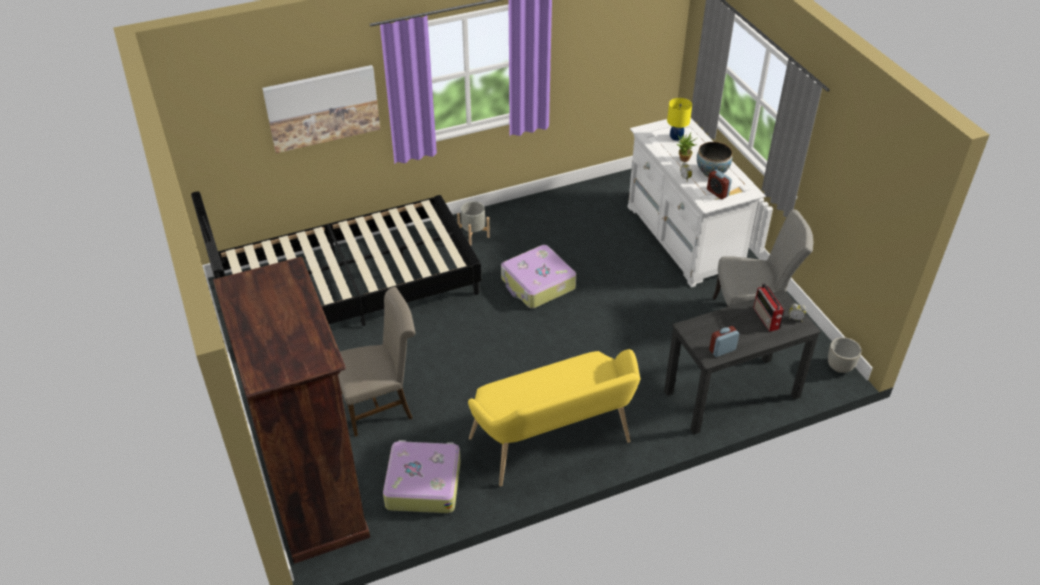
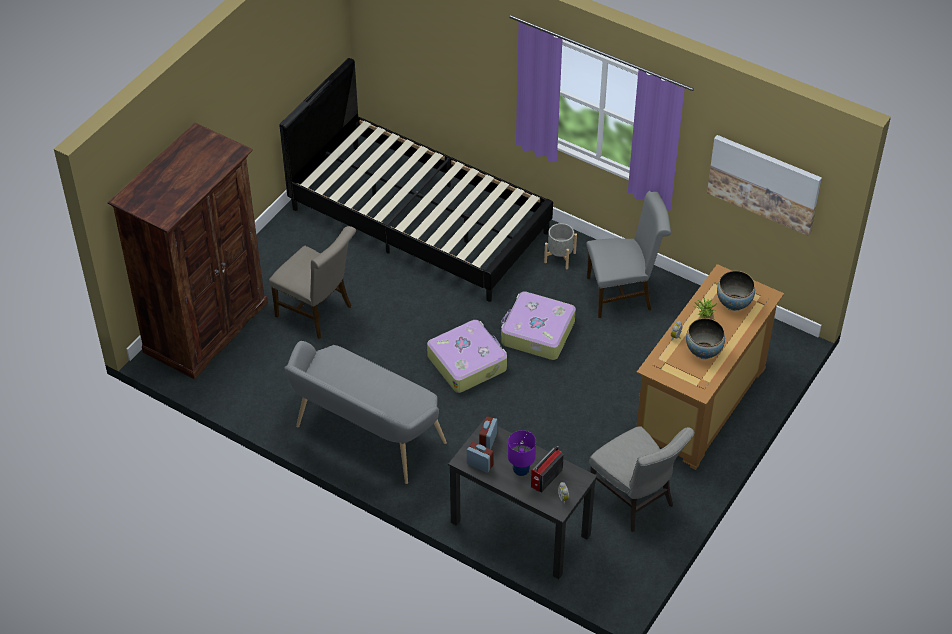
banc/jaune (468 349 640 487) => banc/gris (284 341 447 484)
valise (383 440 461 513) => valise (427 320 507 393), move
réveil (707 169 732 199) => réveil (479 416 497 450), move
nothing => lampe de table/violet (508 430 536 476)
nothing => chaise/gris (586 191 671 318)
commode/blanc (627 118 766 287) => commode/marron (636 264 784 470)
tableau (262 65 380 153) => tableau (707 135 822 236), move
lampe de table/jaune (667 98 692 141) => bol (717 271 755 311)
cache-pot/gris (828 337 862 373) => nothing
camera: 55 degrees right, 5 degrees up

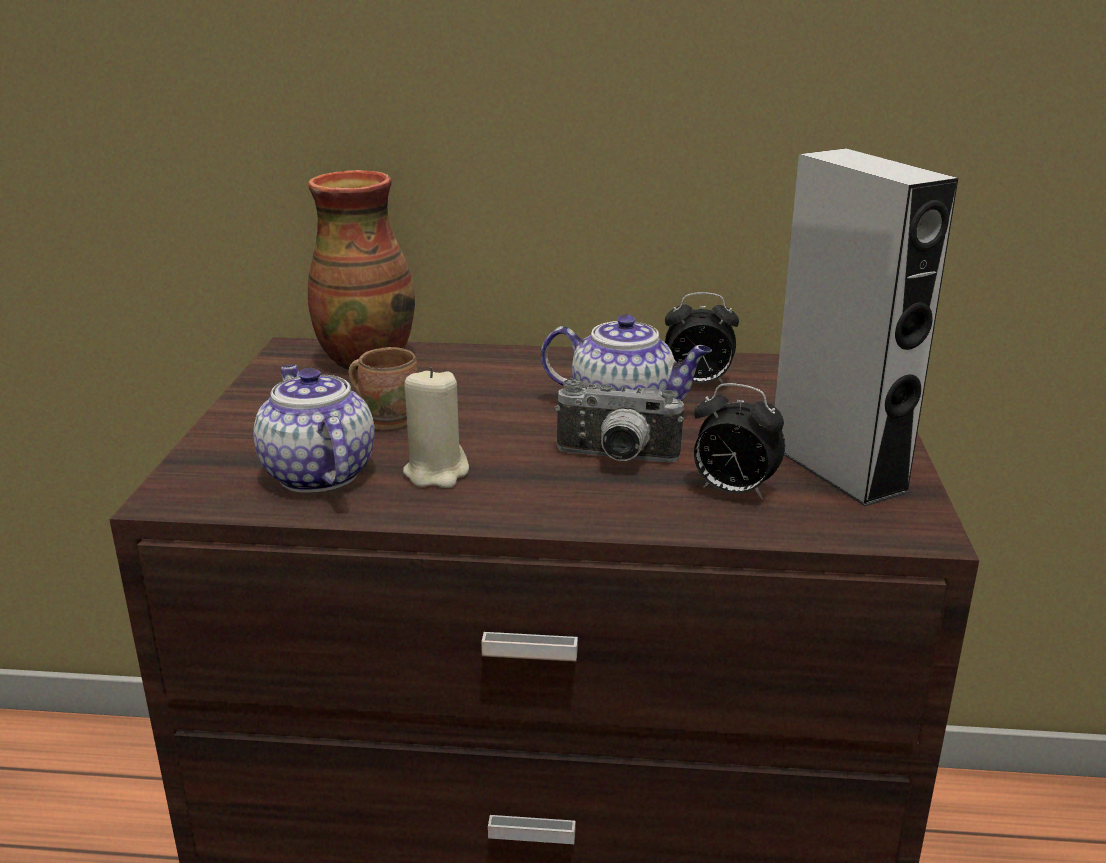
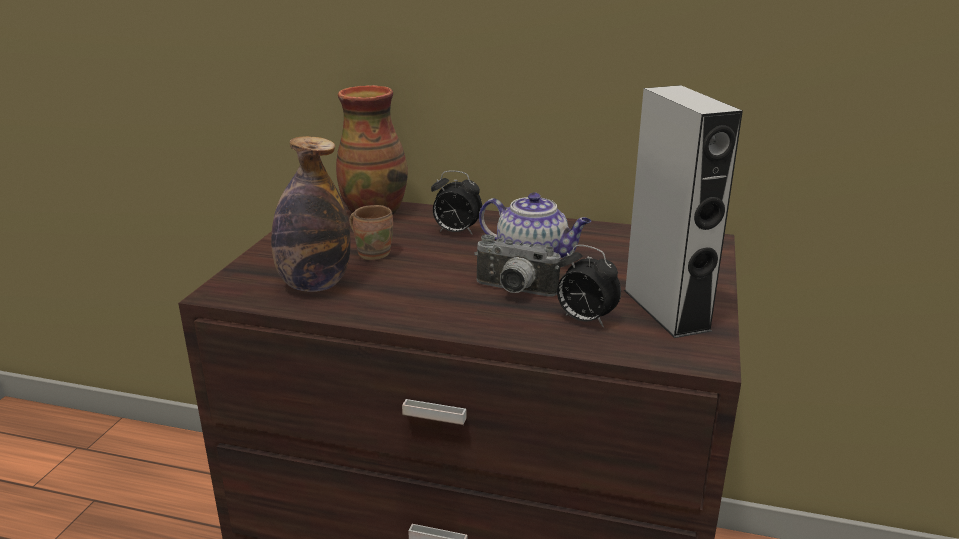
théière (253 365 375 493) => bouteille (271 136 350 292)
réveil (665 292 739 384) => réveil (431 170 482 235), move
bougie/beige (403 367 469 488) => nothing
camera: 10 degrees right, 0 degrees up

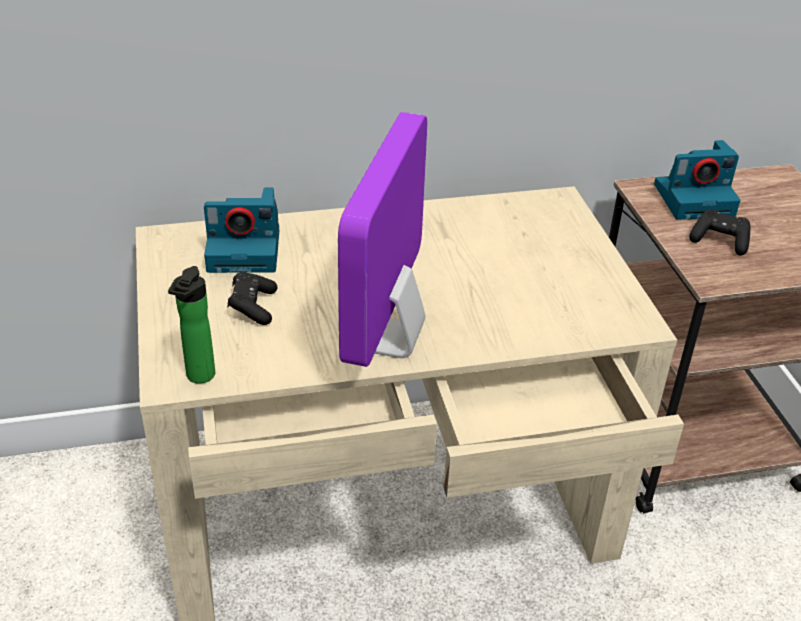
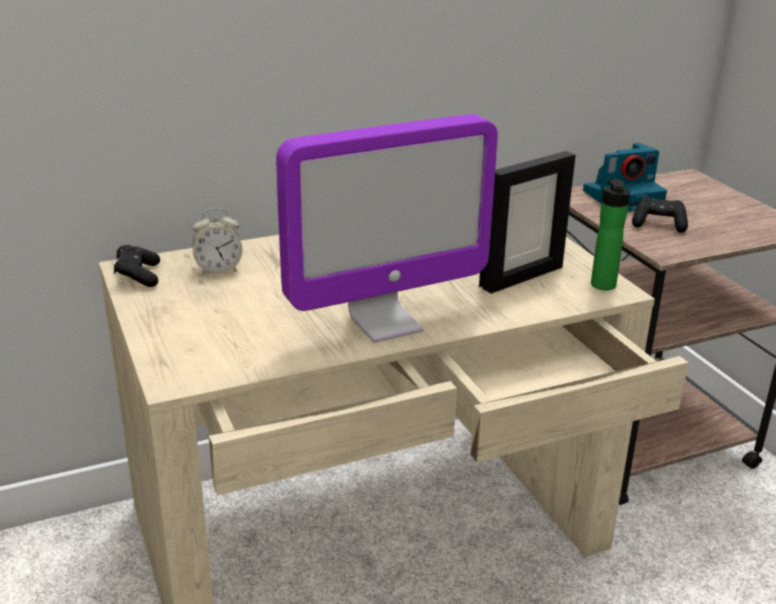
manette/noir (227 272 277 325) => manette/noir (114 245 160 287), move
appareil photo (204 188 279 273) => réveil (193 208 242 275)
écran d'ordinateur (338 112 427 367) => écran d'ordinateur (276 114 498 343), 120 degrees counterclockwise
nothing => cadre photo (479 151 576 294)
bouteille (168 266 215 384) => bouteille (591 179 630 290), move
camera: 10 degrees left, 10 degrees down

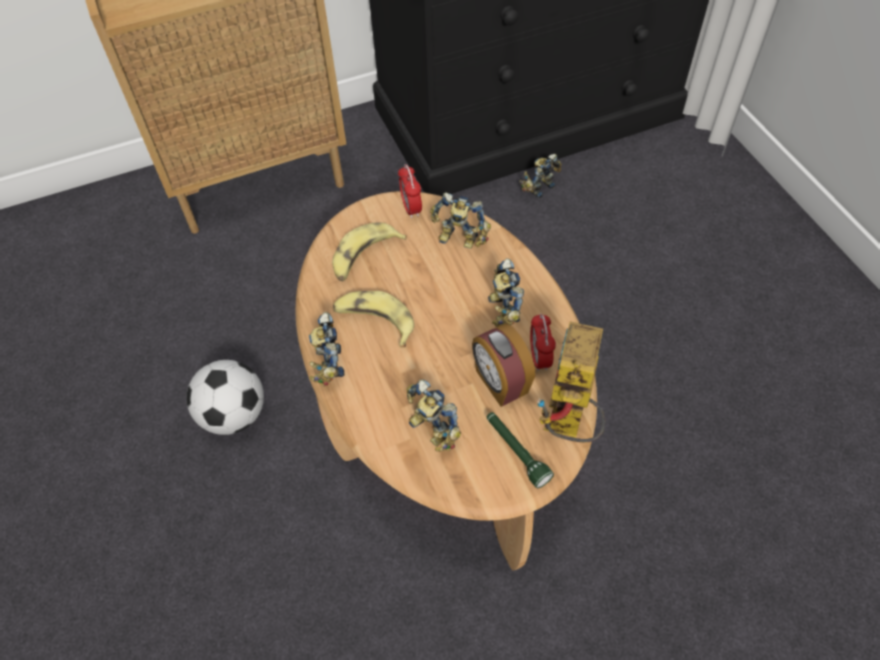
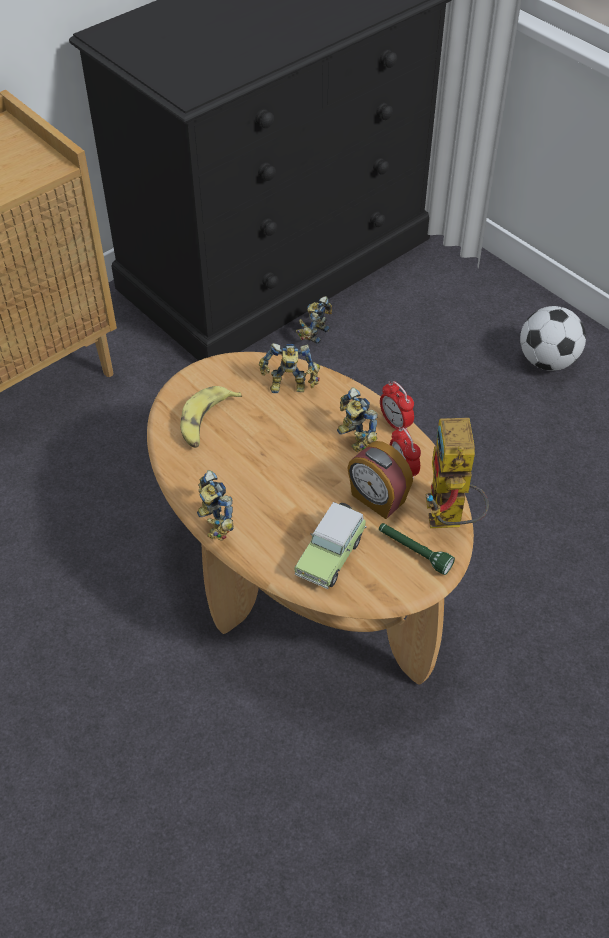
robot jouet (406 379 461 452) => petite voiture (294 502 367 589)
réveil (398 164 422 218) => réveil (380 381 414 430), move
ballon de foot (186 360 264 435) => ballon de foot (520 306 586 371), move
banane (333 291 414 348) => nothing
camera: 20 degrees left, 5 degrees down

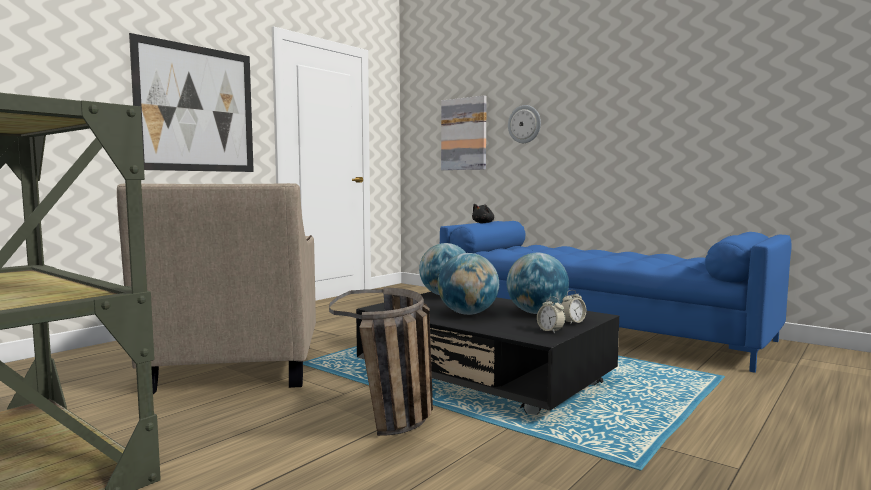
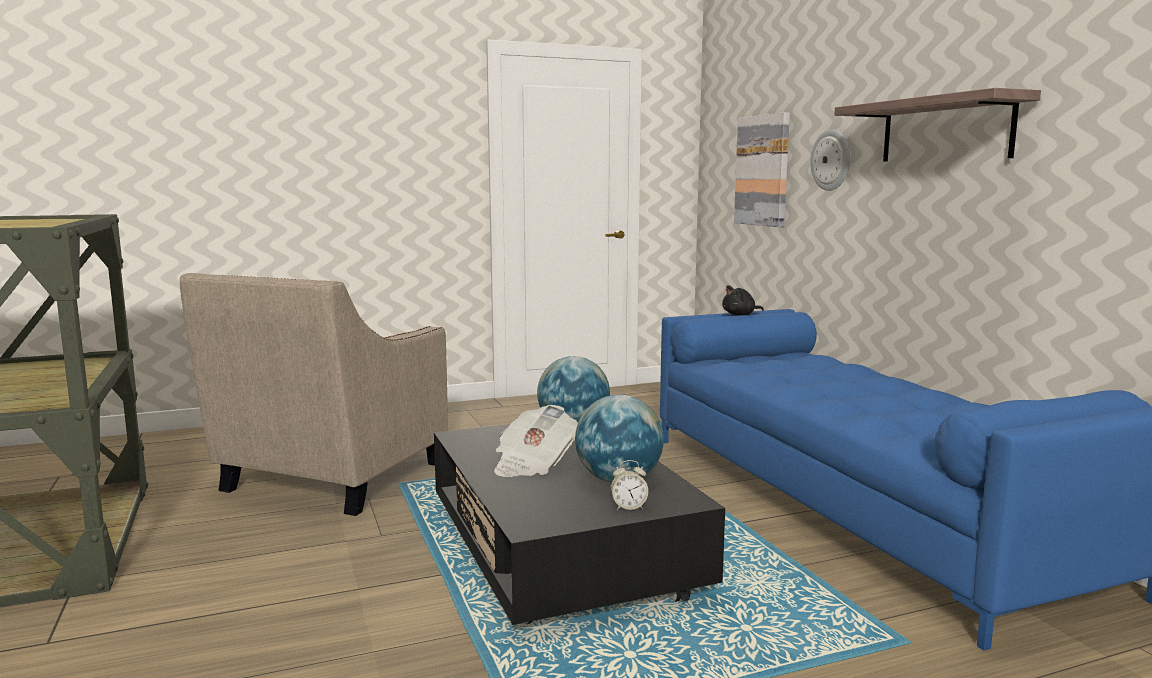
globe (438 253 499 315) => journal (494 405 578 477)
nothing => étagère (834 88 1041 162)
tableau (129 33 254 172) => nothing
panier (329 287 433 436) => nothing
réveil (537 297 565 334) => nothing
camera: 30 degrees right, 5 degrees up

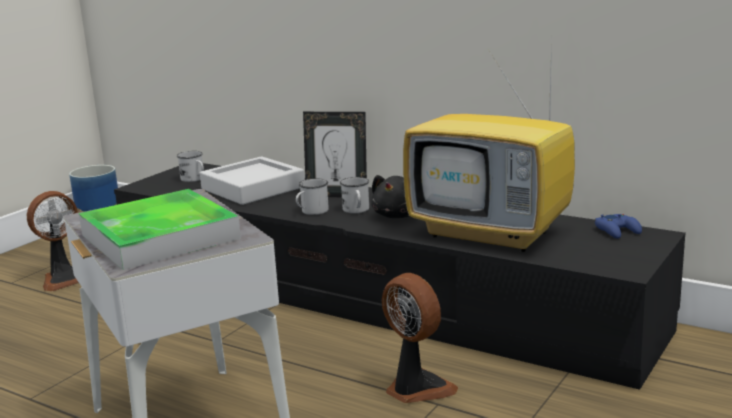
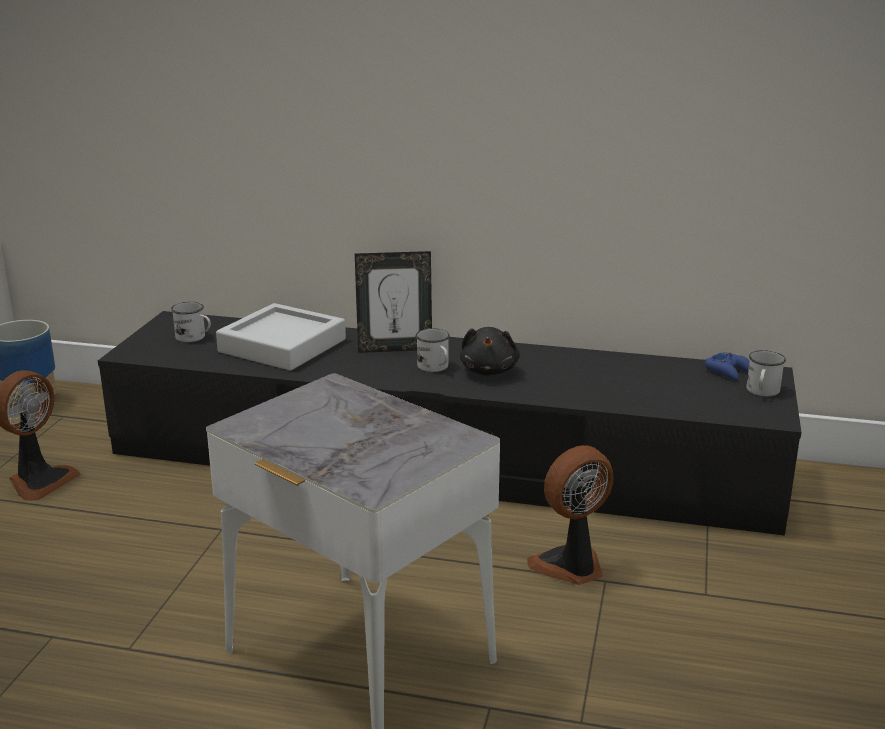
ventilateur (382 273 458 403) => ventilateur (527 445 613 585), 60 degrees counterclockwise
mug/blanc (296 179 329 215) => mug/blanc (746 350 786 396), move
plateau (79 189 241 270) => nothing
téléviseur (403 39 575 252) => nothing
camera: 20 degrees left, 5 degrees up

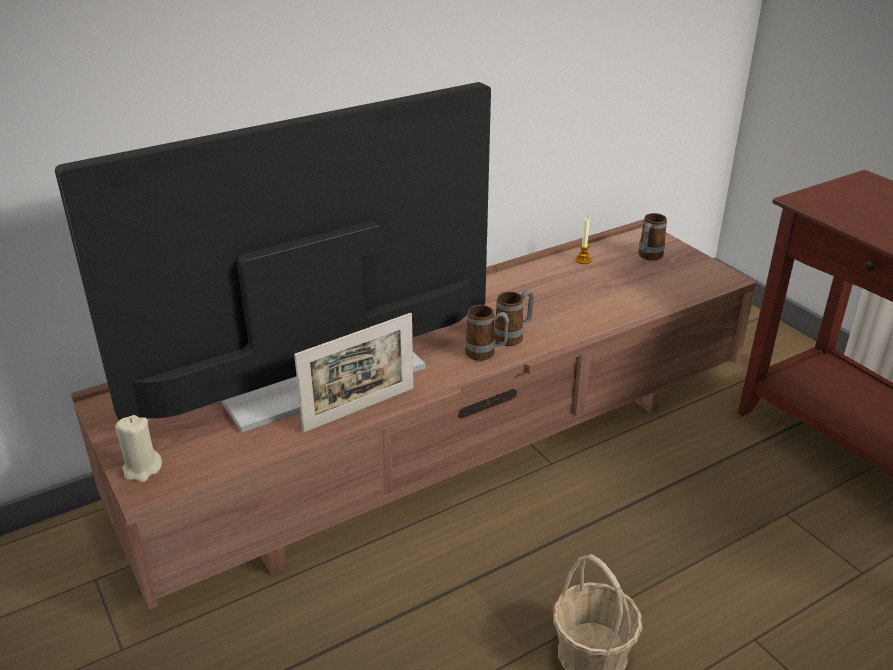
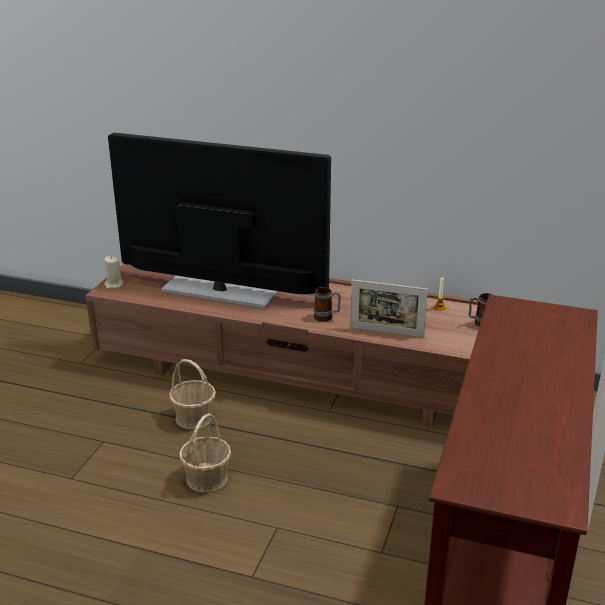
nothing => panier (169 359 216 429)
cadre photo (294 313 414 432) => cadre photo (350 280 428 337), move
mug (465 305 509 361) => nothing
camera: 50 degrees right, 5 degrees down

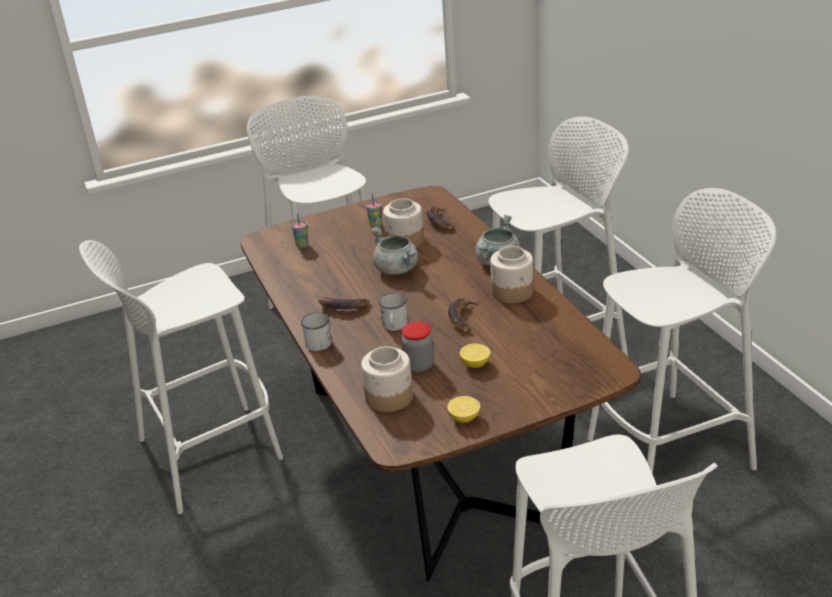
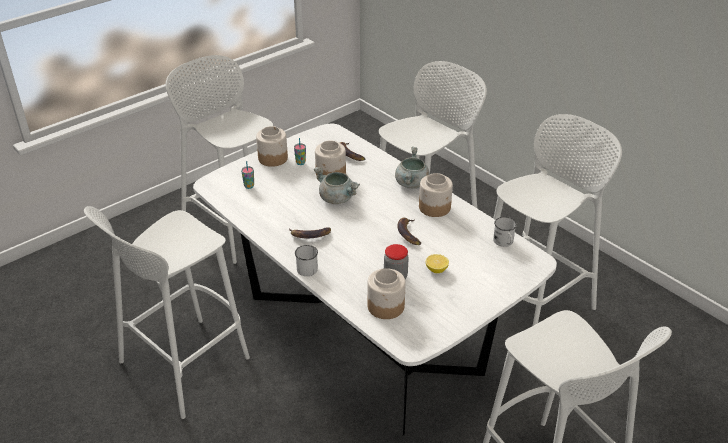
table à manger/marron (240 186 641 582) => table à manger/blanc (193 124 557 435)
nothing => bocal (256 126 288 167)
mug/blanc (379 293 408 331) => mug/blanc (493 217 517 247), move
citron (447 396 480 422) => nothing
camera: 20 degrees left, 5 degrees up

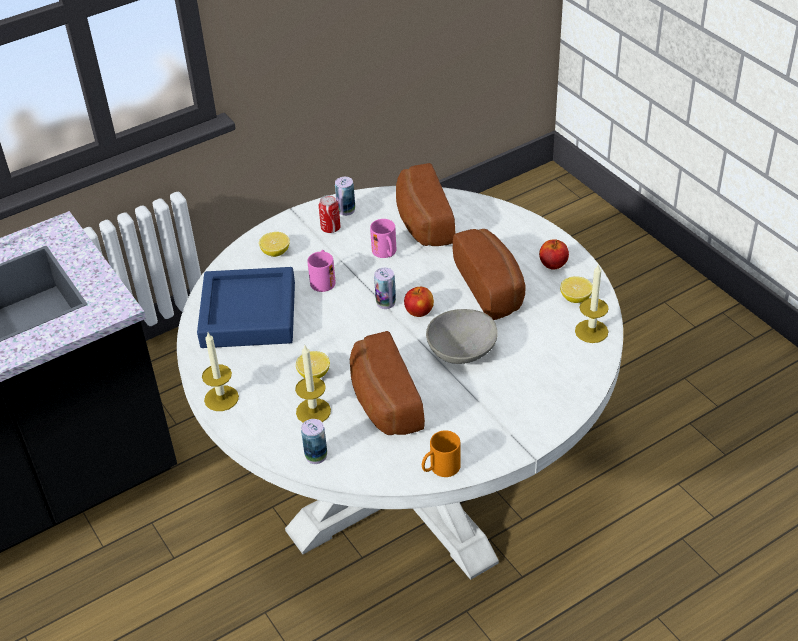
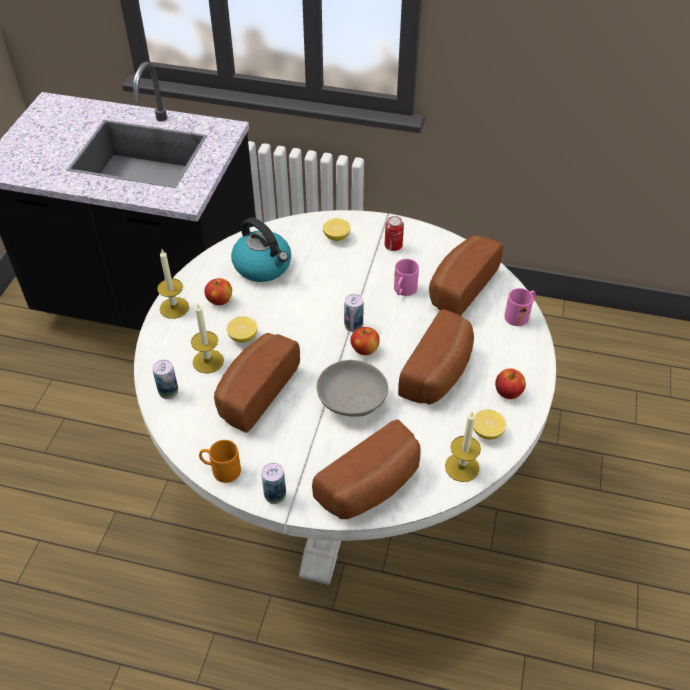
nothing => pomme (204 278 232 306)
plateau/bleu (197 267 295 348) => bouilloire (231 217 291 282)
boîte métallique (335 177 355 216) => boîte métallique (261 463 286 504), move
nothing => pain (312 419 421 519)
mug/rose (307 250 336 292) => mug/rose (504 288 536 326), move
camera: 45 degrees right, 5 degrees up

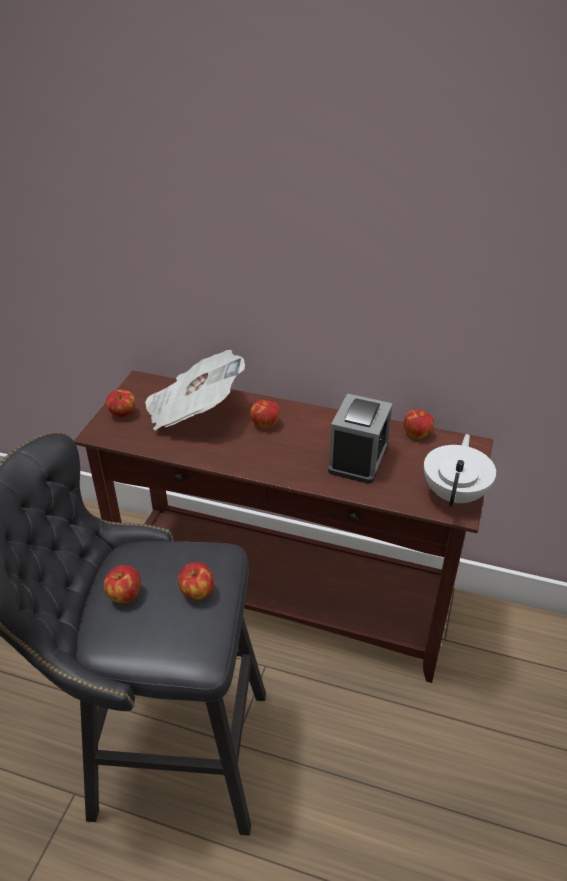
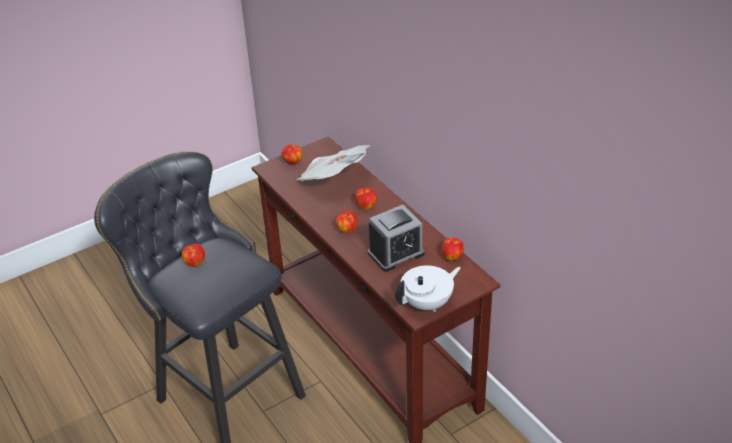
pomme (178 562 214 600) => pomme (336 211 358 234), move
camera: 40 degrees right, 0 degrees up

